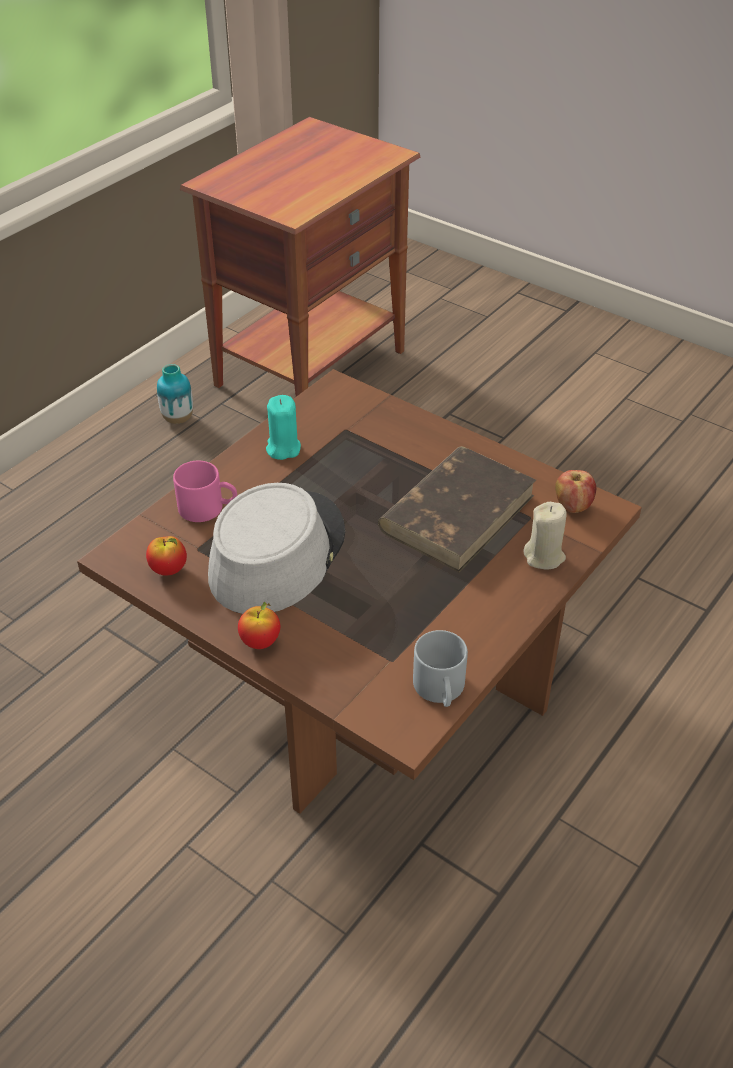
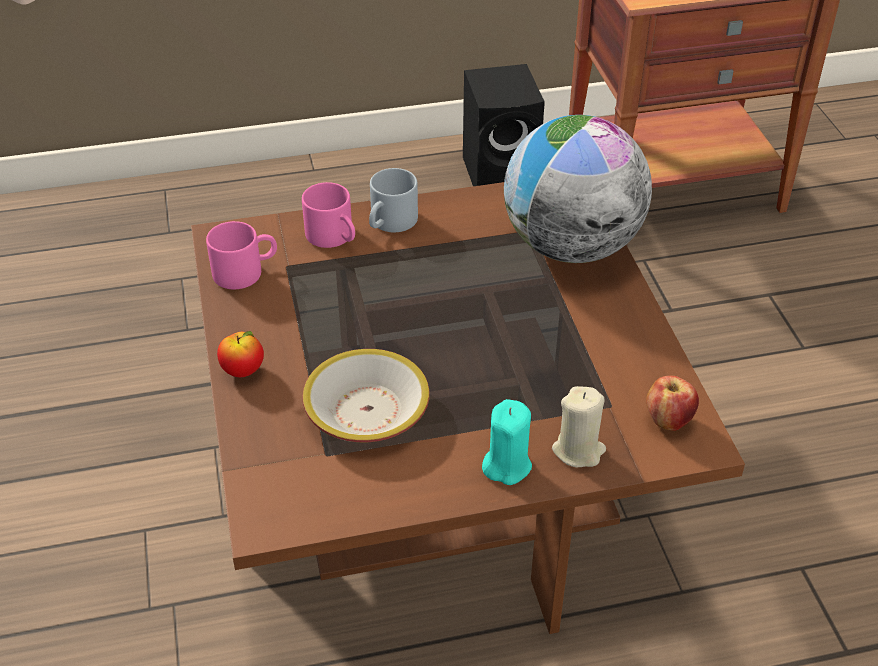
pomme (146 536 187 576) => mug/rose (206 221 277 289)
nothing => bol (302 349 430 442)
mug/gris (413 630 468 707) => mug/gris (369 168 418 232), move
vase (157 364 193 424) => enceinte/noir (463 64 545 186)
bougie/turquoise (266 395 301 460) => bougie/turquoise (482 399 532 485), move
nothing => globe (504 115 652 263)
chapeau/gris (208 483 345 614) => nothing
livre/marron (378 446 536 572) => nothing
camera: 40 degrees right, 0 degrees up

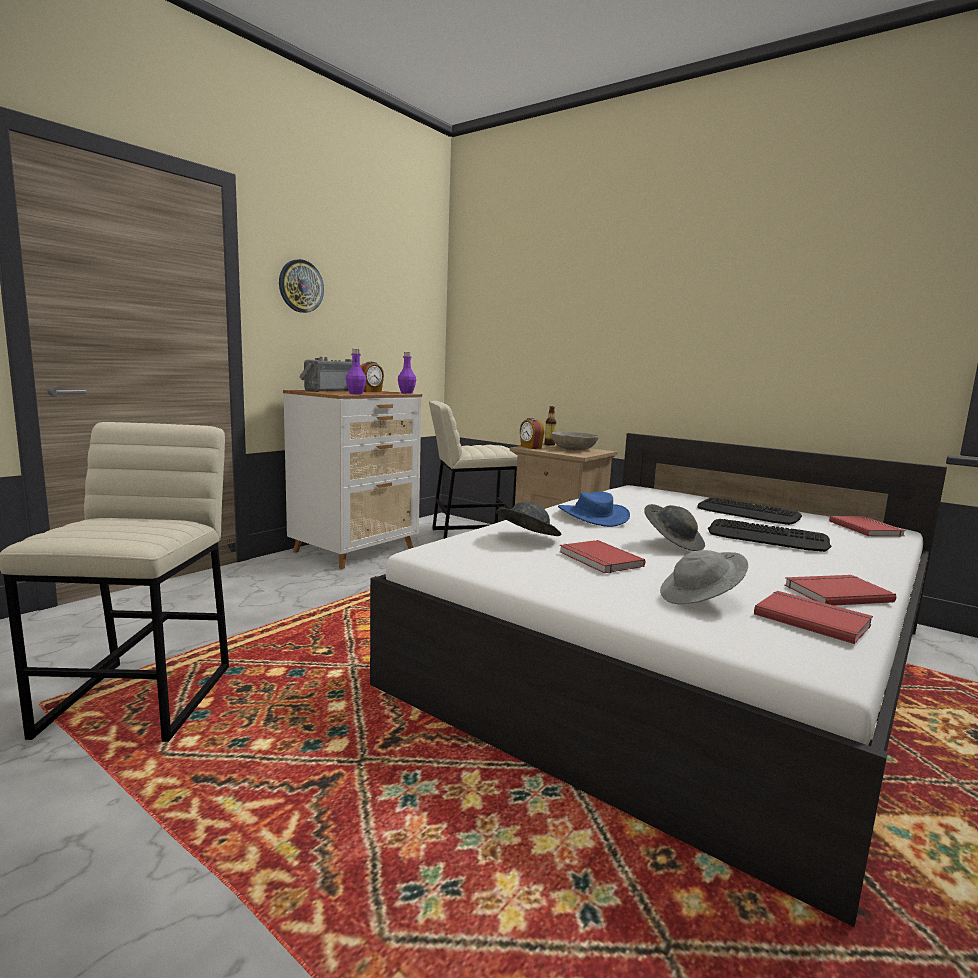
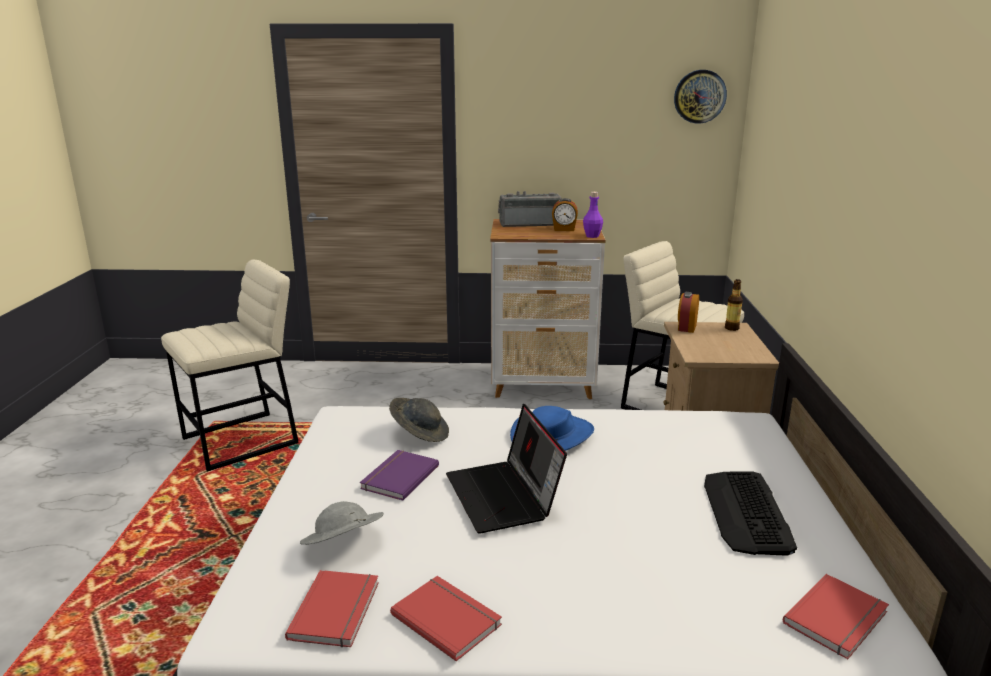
livre/rouge (559 540 645 573) => livre/violet (360 450 439 501)
chapeau/gris (644 504 705 551) => ordinateur portable (446 404 567 533)
horloge murale (279 259 324 313) => horloge murale (674 70 727 124), move
bouteille/violet (346 349 366 394) => nothing
bol/gris (552 432 599 450) => nothing
clavier (708 519 831 552) => nothing
camera: 55 degrees right, 10 degrees up

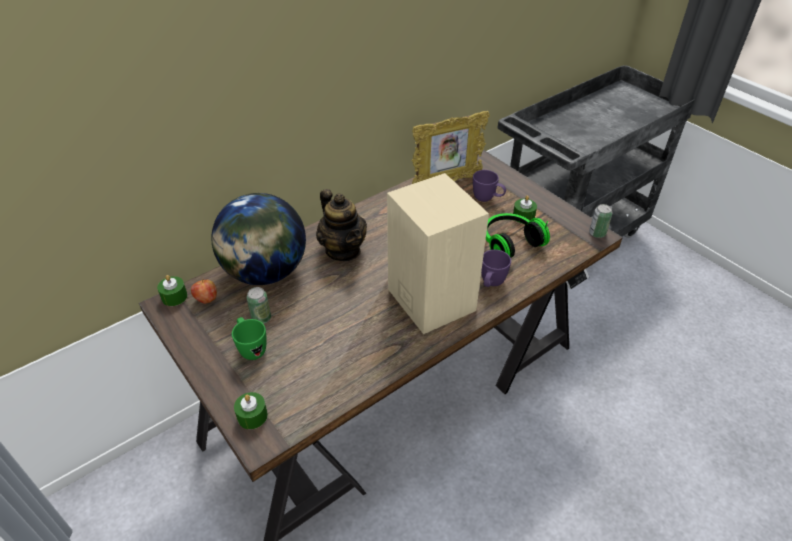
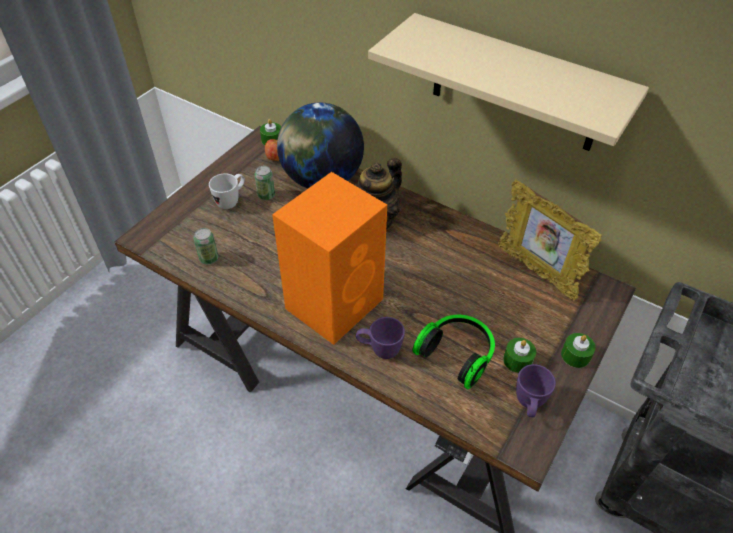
boîte métallique (589 204 613 238) => boîte métallique (194 228 218 265), move
mug/vert (232 317 267 360) => mug/blanc (209 173 245 209)
enceinte/beige (387 173 489 334) => enceinte/orange (272 172 387 345)
nothing => étagère/beige (368 13 649 151)
mug/violet (473 170 506 202) => mug/violet (516 364 556 417), move
bougie/vert (234 392 268 429) => bougie/vert (561 333 596 368), move
camera: 70 degrees right, 5 degrees up

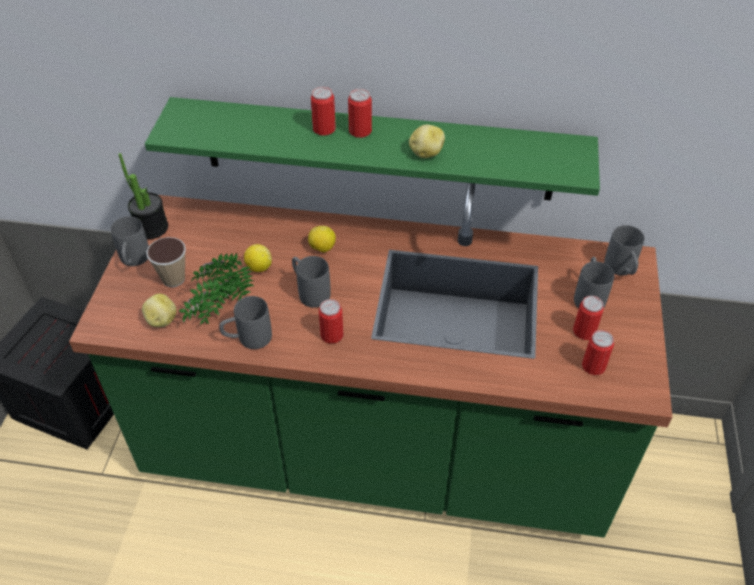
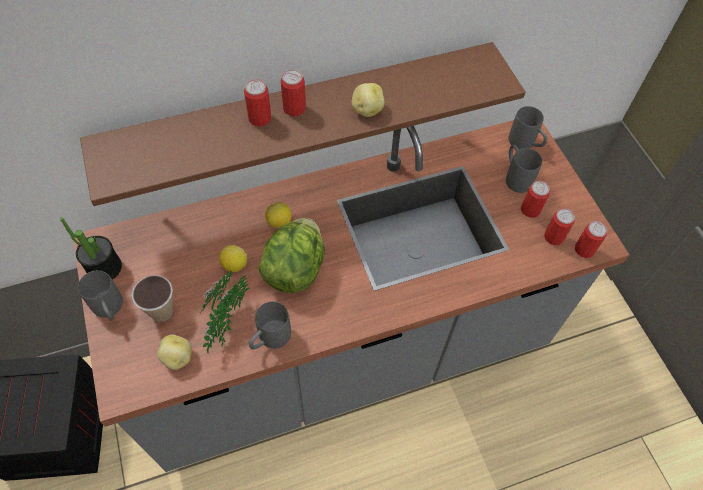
comptoir de cuisine/vert (69 183 673 537) => comptoir de cuisine/gris (73 120 630 472)
étagère/vert (145 97 600 201) => étagère/marron (80 42 526 206)
mug/gris (292 256 331 308) => laitue (259 218 324 293)
boîte métallique (319 299 343 344) => boîte métallique (575 221 607 258), move
camera: 30 degrees left, 10 degrees up

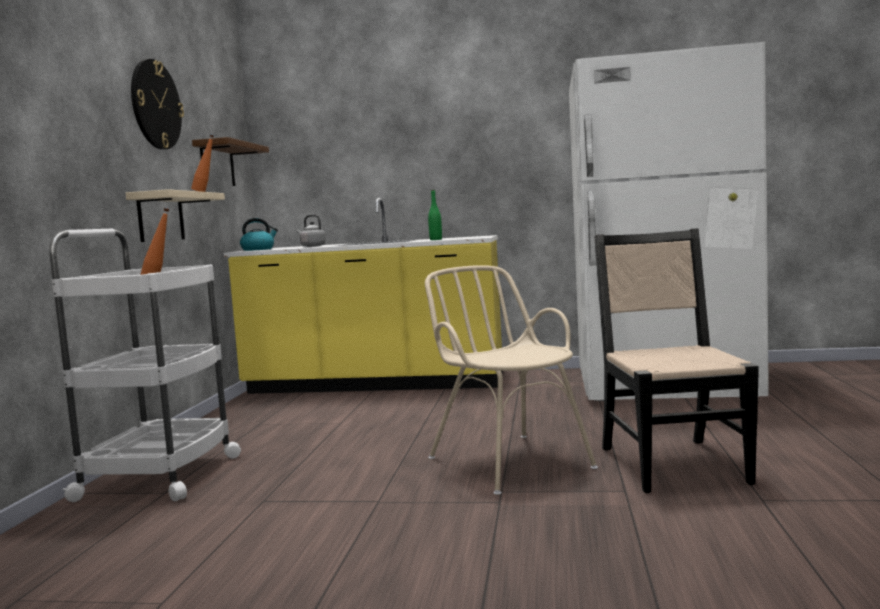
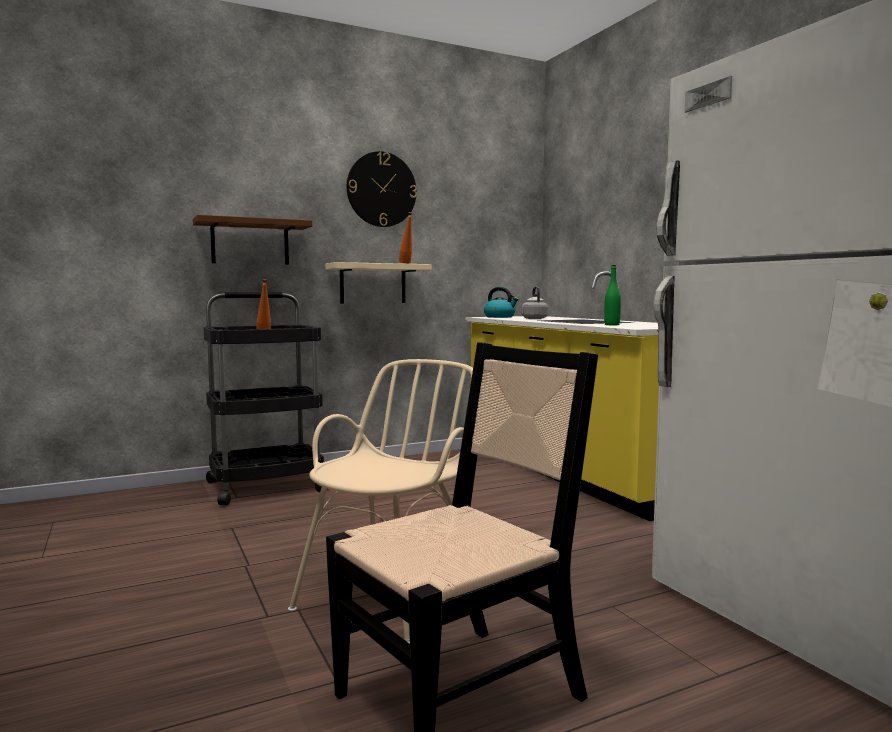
étagère/marron (192 137 269 186) => étagère/marron (193 215 312 265), move
chariot/blanc (49 229 241 502) => chariot/noir (204 292 324 505)
camera: 55 degrees right, 0 degrees up

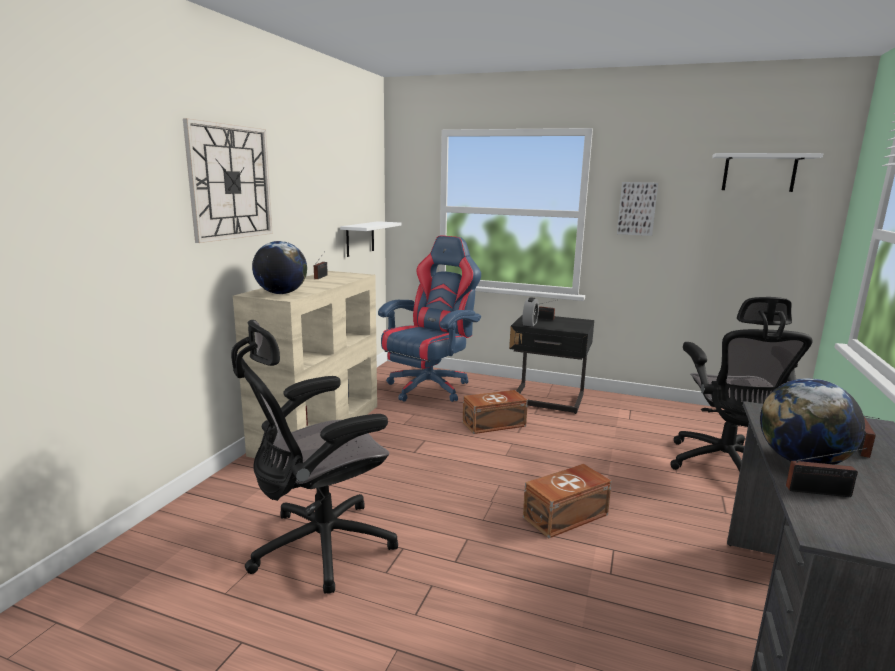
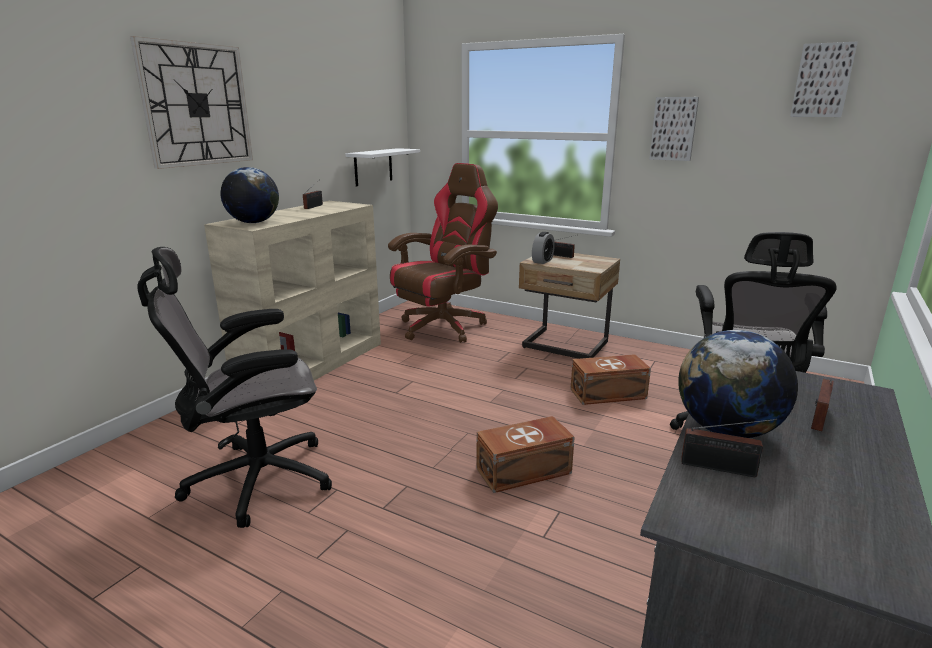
chaise de bureau/bleu (378 235 481 402) => chaise de bureau/marron (388 163 498 343)
table de chevet/noir (509 314 594 414) => table de chevet/beige (519 253 620 359)
boîte de rangement/marron (463 390 528 434) => boîte de rangement/marron (571 354 651 405), move
étagère/blanc (712 153 823 192) => tableau (790 41 858 117)
camera: 10 degrees right, 5 degrees up

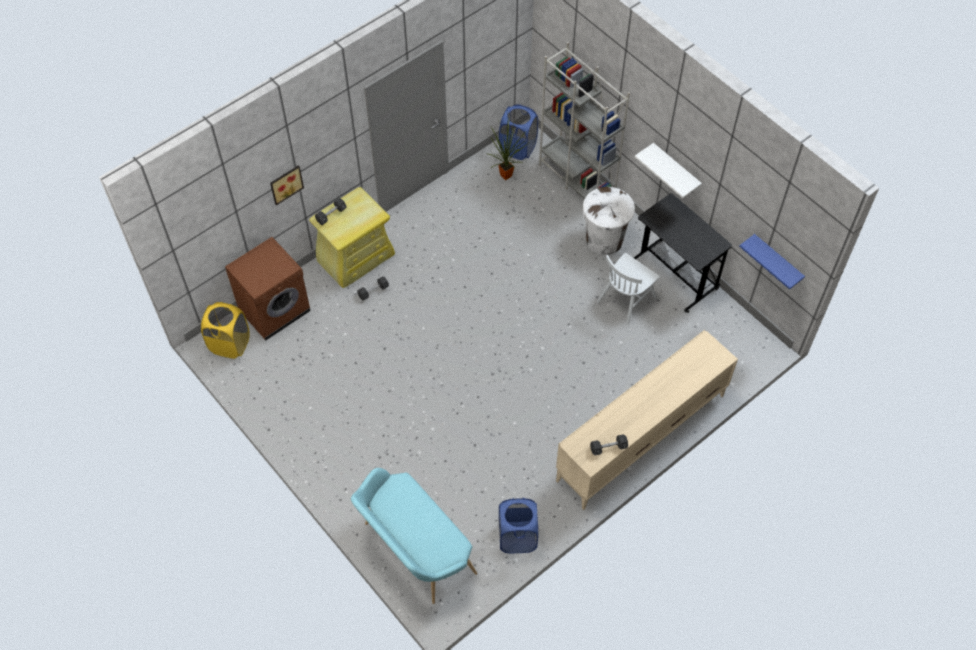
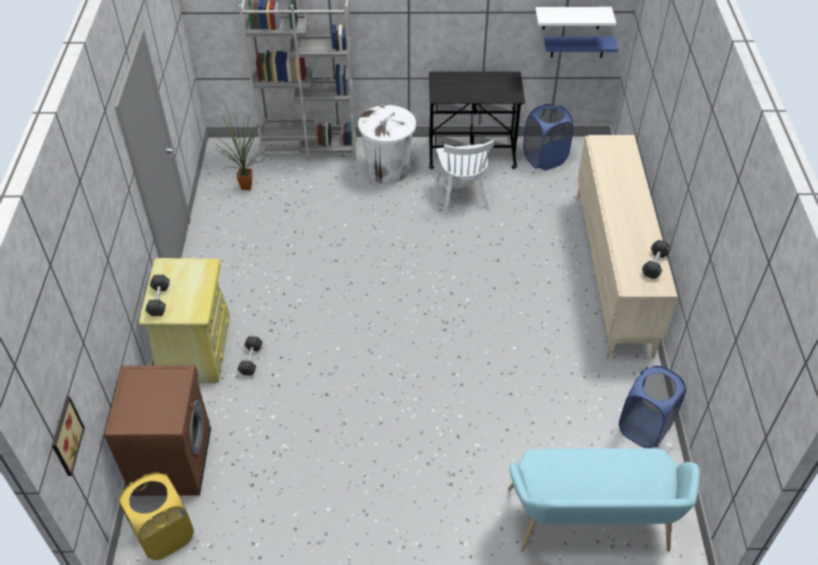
tableau (270 165 304 205) => tableau (52 397 85 476), move
panier à linge/bleu (499 104 538 160) => panier à linge/bleu (523 104 573 170), move
étagère/blanc (635 143 702 198) => étagère/blanc (535 7 616 30), move
camera: 50 degrees left, 10 degrees down

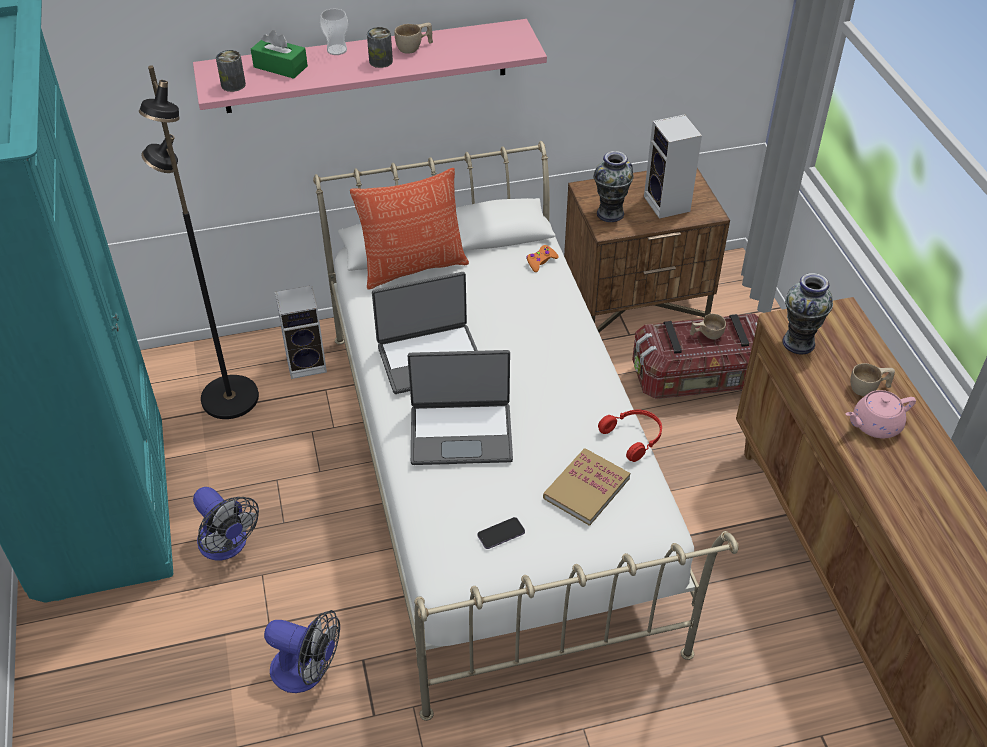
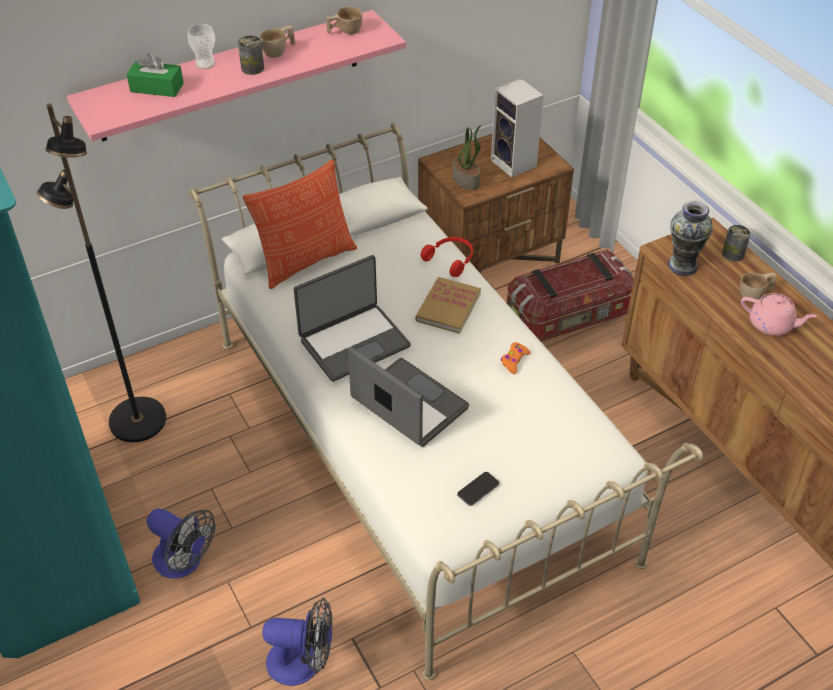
tasse/beige (690 314 726 340) => tasse/beige (326 7 362 35), move
ordinateur portable (408 350 513 465) => ordinateur portable (348 347 469 447), 120 degrees counterclockwise
livre (543 448 630 526) => livre (415 277 481 334), move
casque audio/rouge (598 410 662 462) => casque audio/rouge (420 237 473 277), move
vase (593 151 634 222) => plante en pot (452 125 481 190)
manette/orange (526 245 559 272) => manette/orange (501 342 531 374), move
boîte métallique (216 50 246 92) => boîte métallique (722 225 751 262), move
théière/rose (846 390 916 439) => théière/rose (741 293 817 336), 120 degrees counterclockwise
enceinte (275 285 327 379) => nothing
camera: 15 degrees left, 0 degrees up

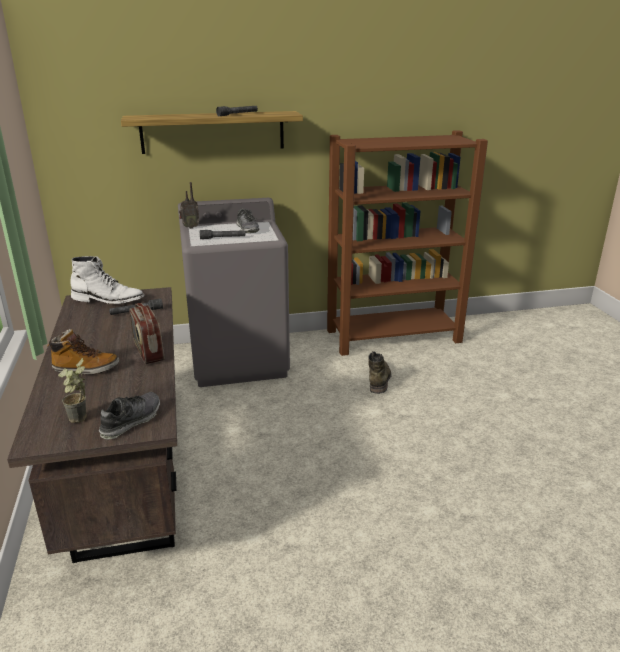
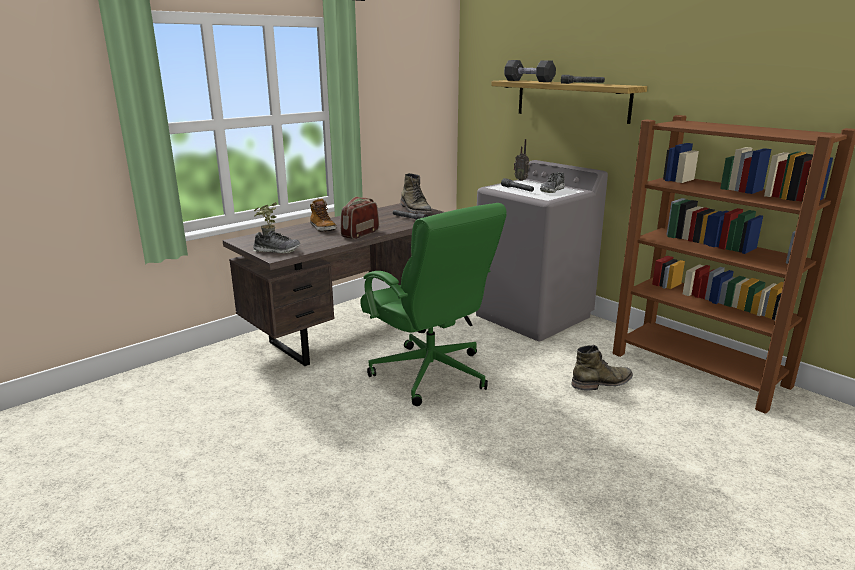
nothing => chaise de bureau/vert (360 203 506 406)
botte/blanc (70 256 145 304) => botte/vert (400 173 432 213)
nothing => haltère/noir (504 60 556 82)
camera: 60 degrees right, 5 degrees down

